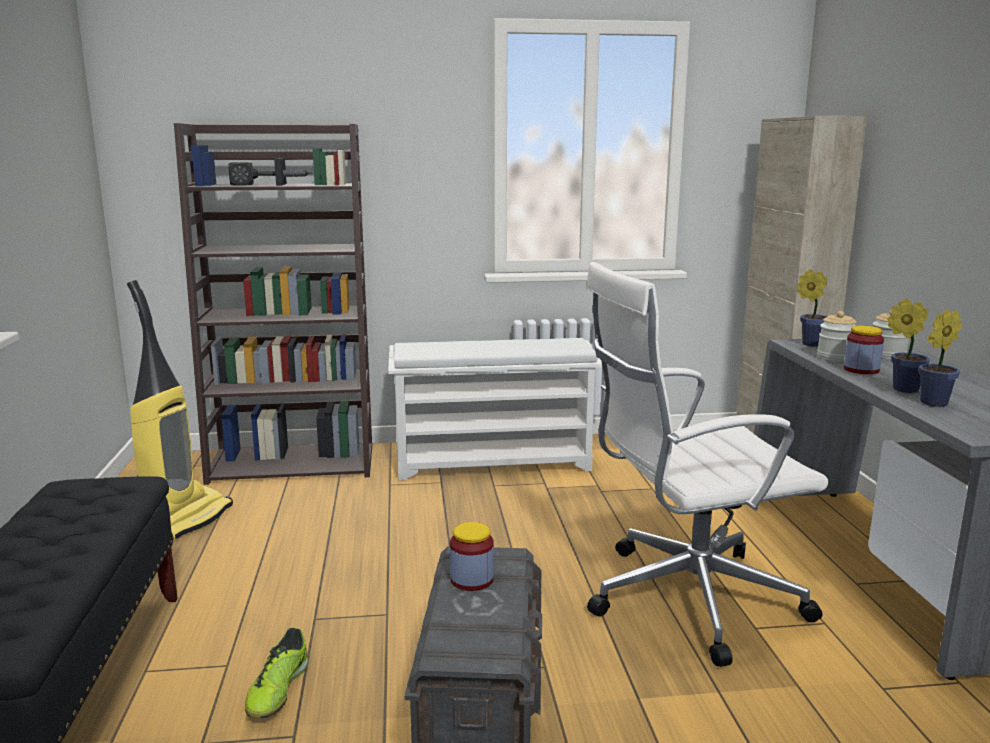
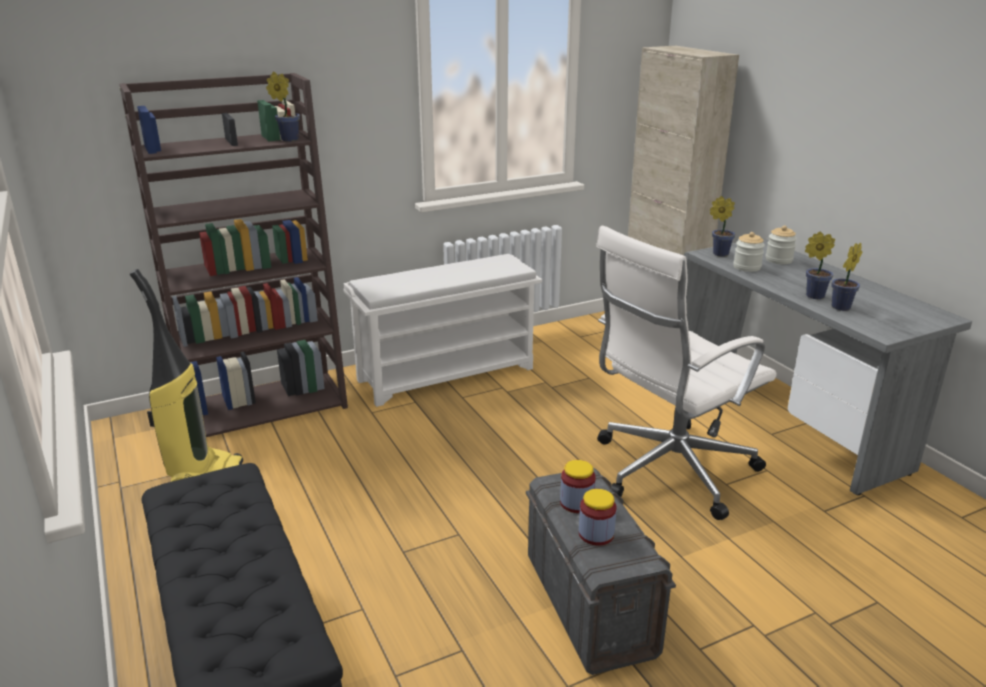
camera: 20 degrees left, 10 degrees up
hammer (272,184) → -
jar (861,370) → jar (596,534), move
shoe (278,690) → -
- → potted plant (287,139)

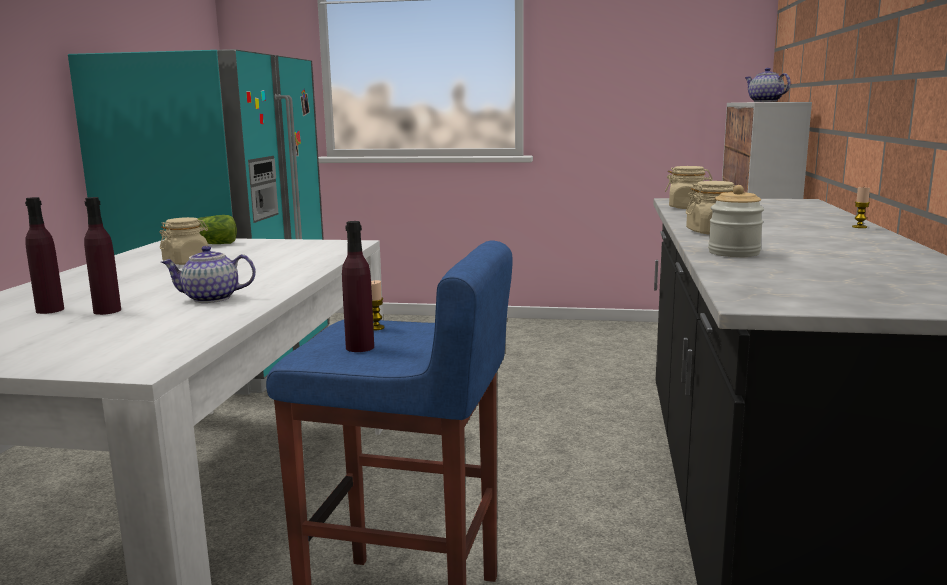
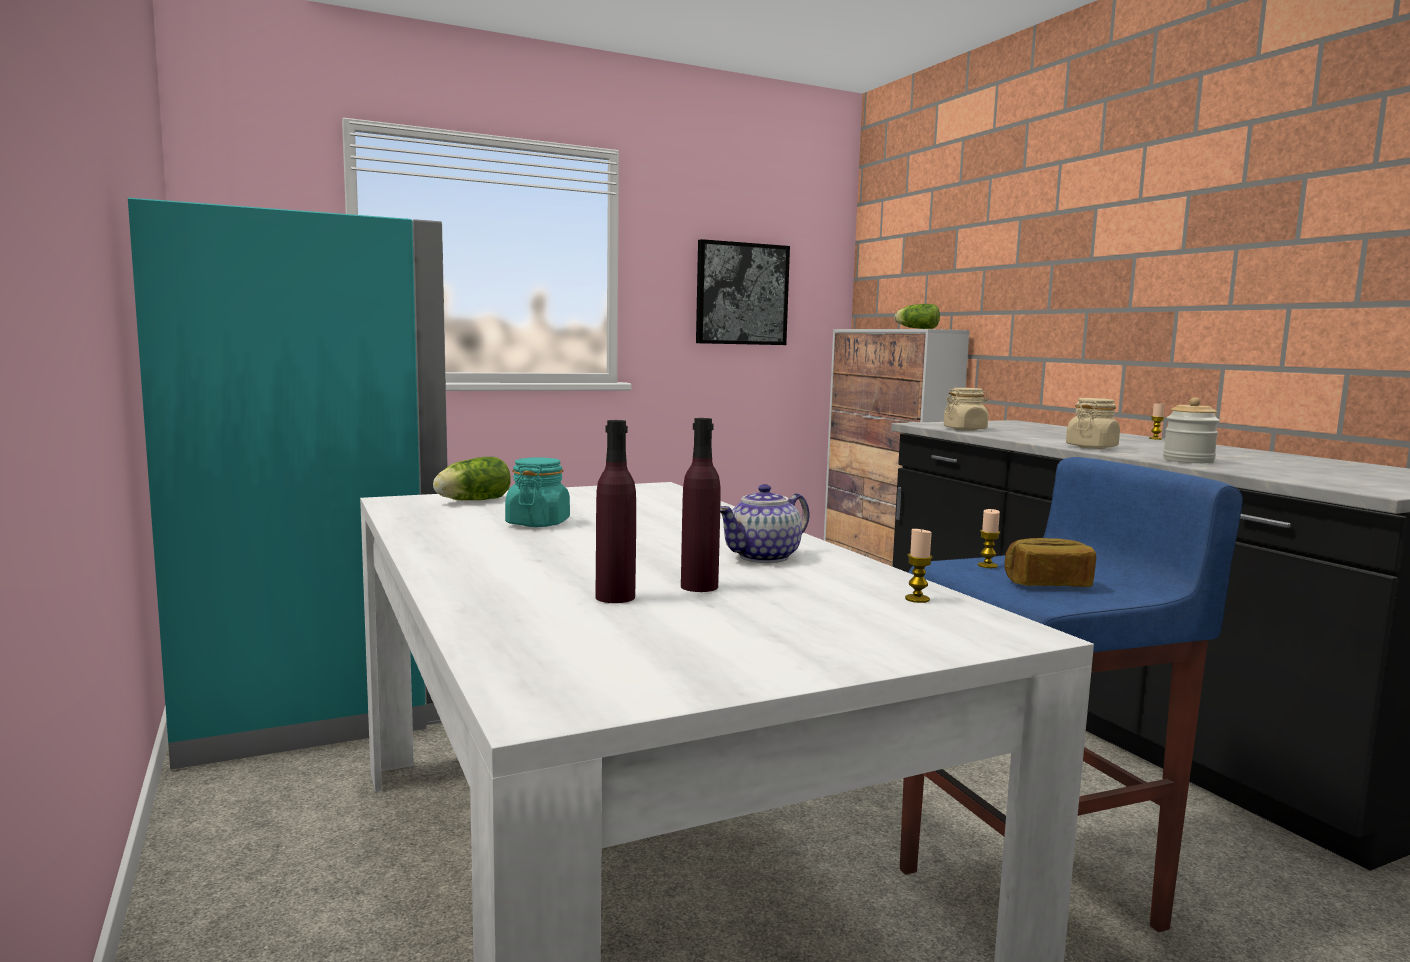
camera: 35 degrees left, 5 degrees down
teapot (764,102) → lettuce (916,328)
beige jar (186,262) → turquoise jar (538,523)
purple bottle (360,347) → bread (1047,584)
- → picture (741,294)
- → candle (917,599)

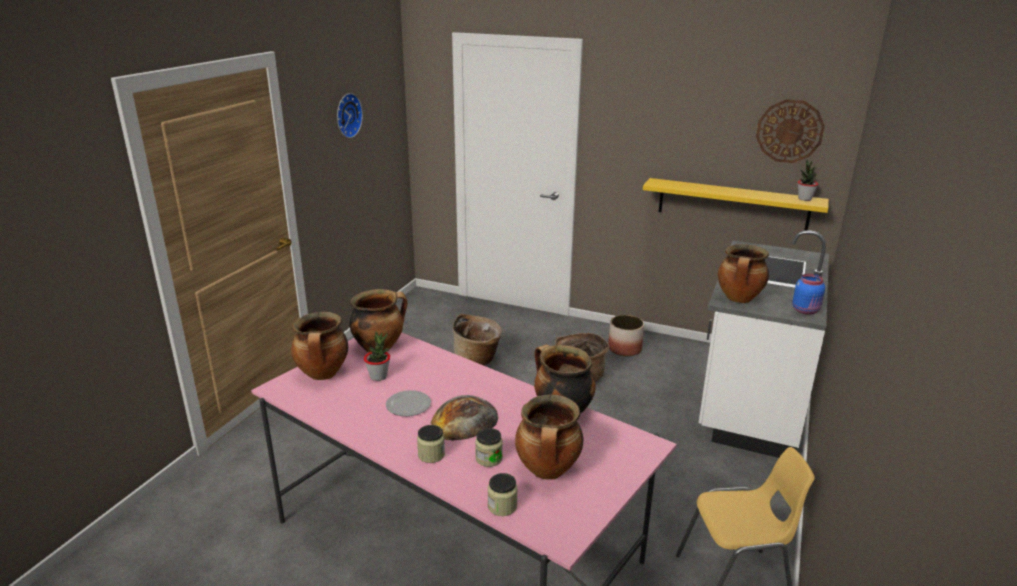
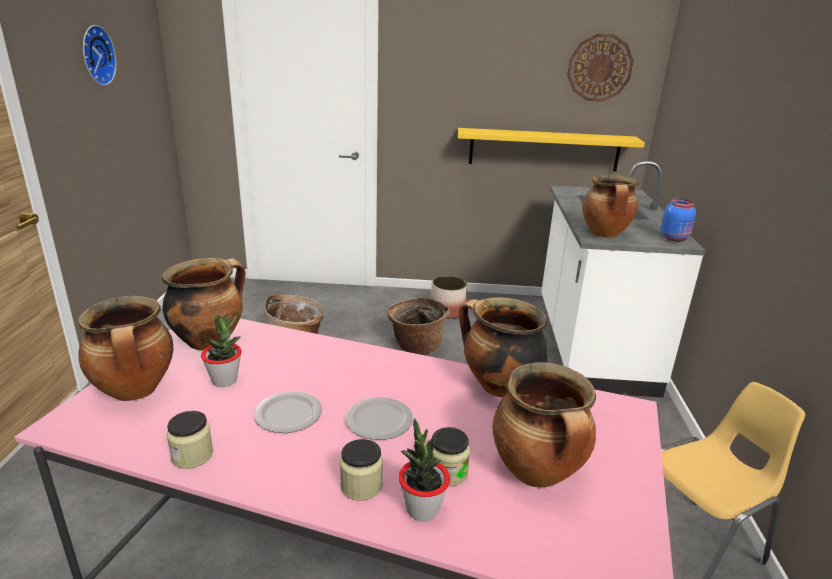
camera: 20 degrees left, 0 degrees up
potted plant (804,199) → potted plant (422,509), move
bread (465,419) → plate (380,421)
jar (502,506) → jar (192,455), move

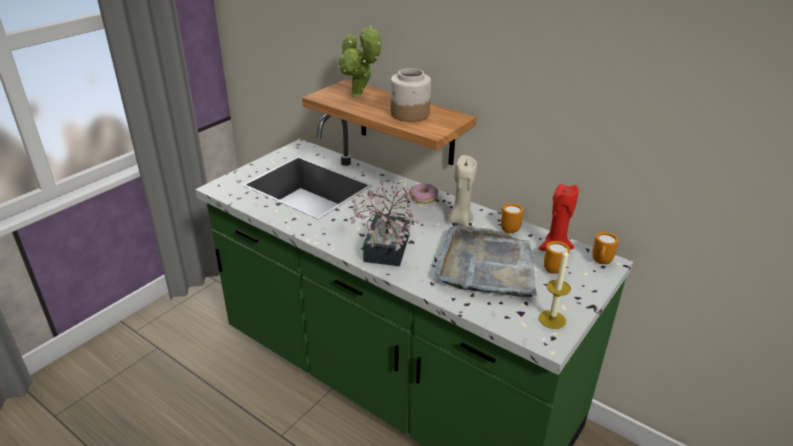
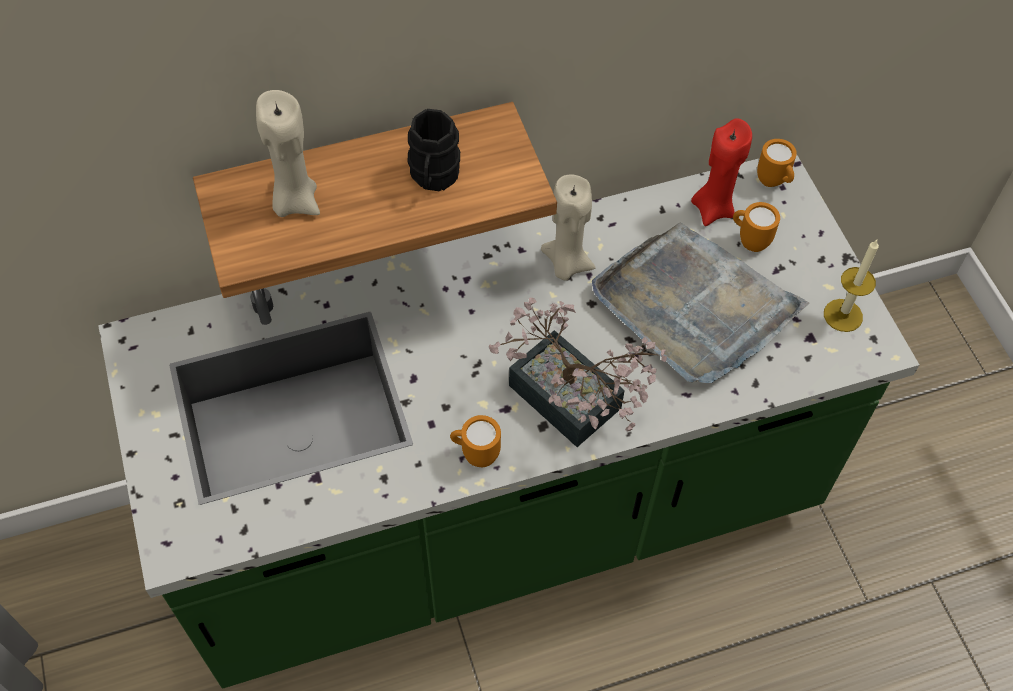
camera: 55 degrees left, 25 degrees up
potted plant (359,96) → beige candle (295,201)
jar (409,114) → black mug (433,177)
donut (424,197) → -
orange mug (508,229) → orange mug (475,454), move

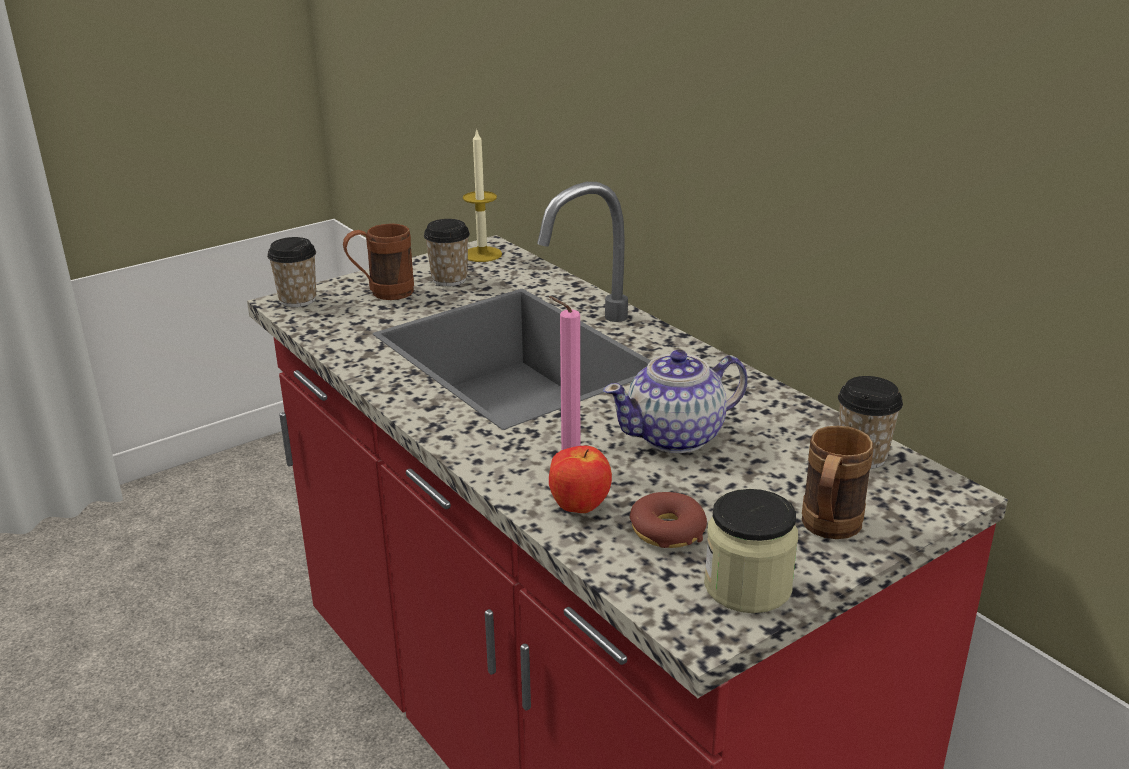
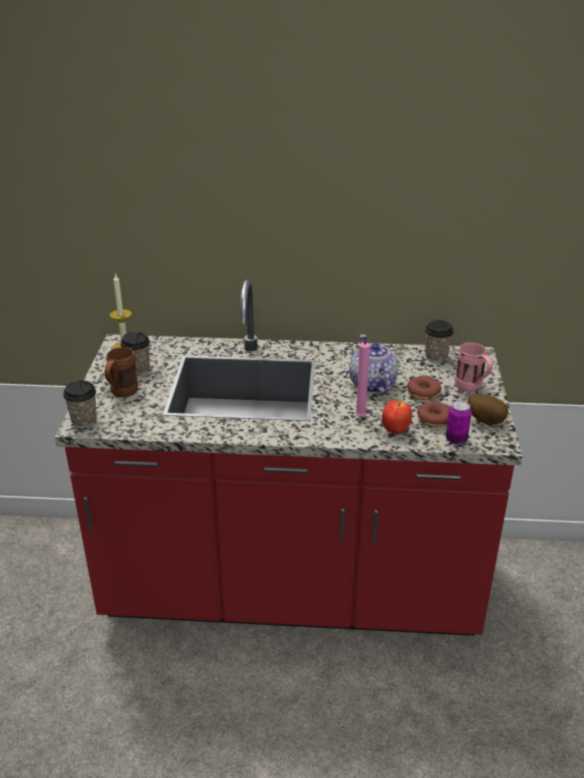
camera: 50 degrees left, 5 degrees up
teapot (676,436) → teapot (372,384), 150 degrees clockwise
brown mug (827,530) → pink mug (472,388)
jar (747,586) → potato (486,421)
- → donut (423,393)
- → can (456,439)

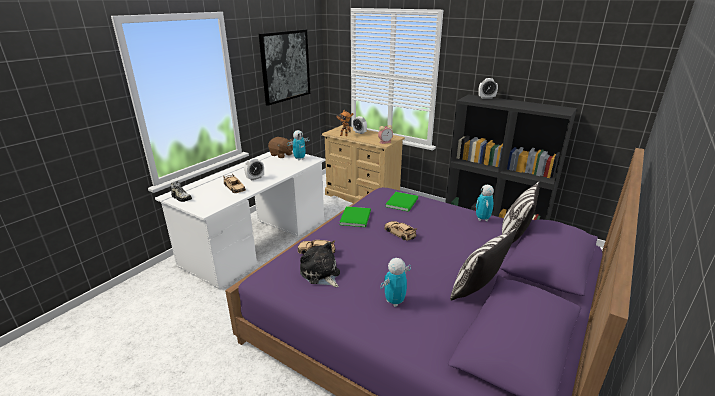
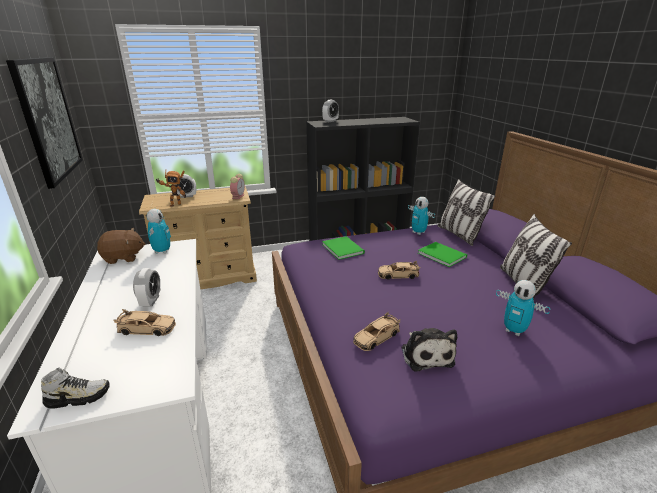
camera: 50 degrees left, 0 degrees up
green book (356,217) → green book (441,254), move
plush toy (321,274) → plush toy (426,354), 105 degrees counterclockwise
toy robot (394,301) → toy robot (514,330), 45 degrees counterclockwise

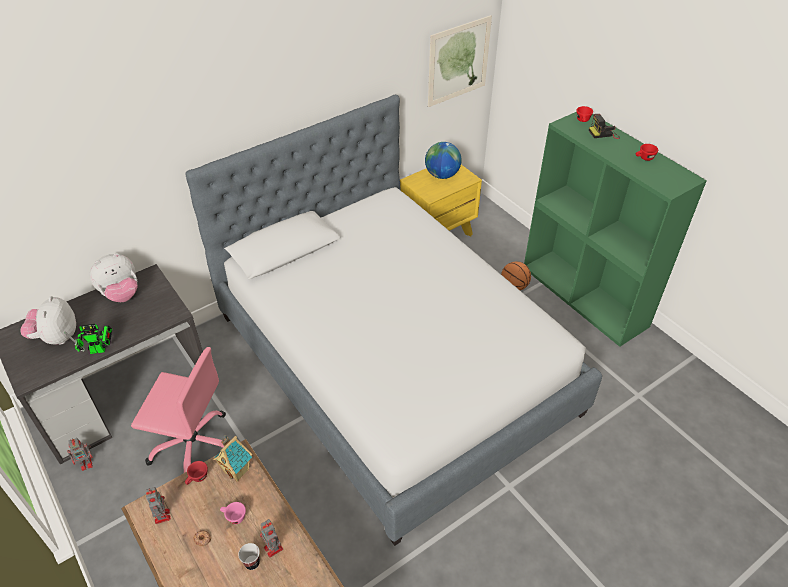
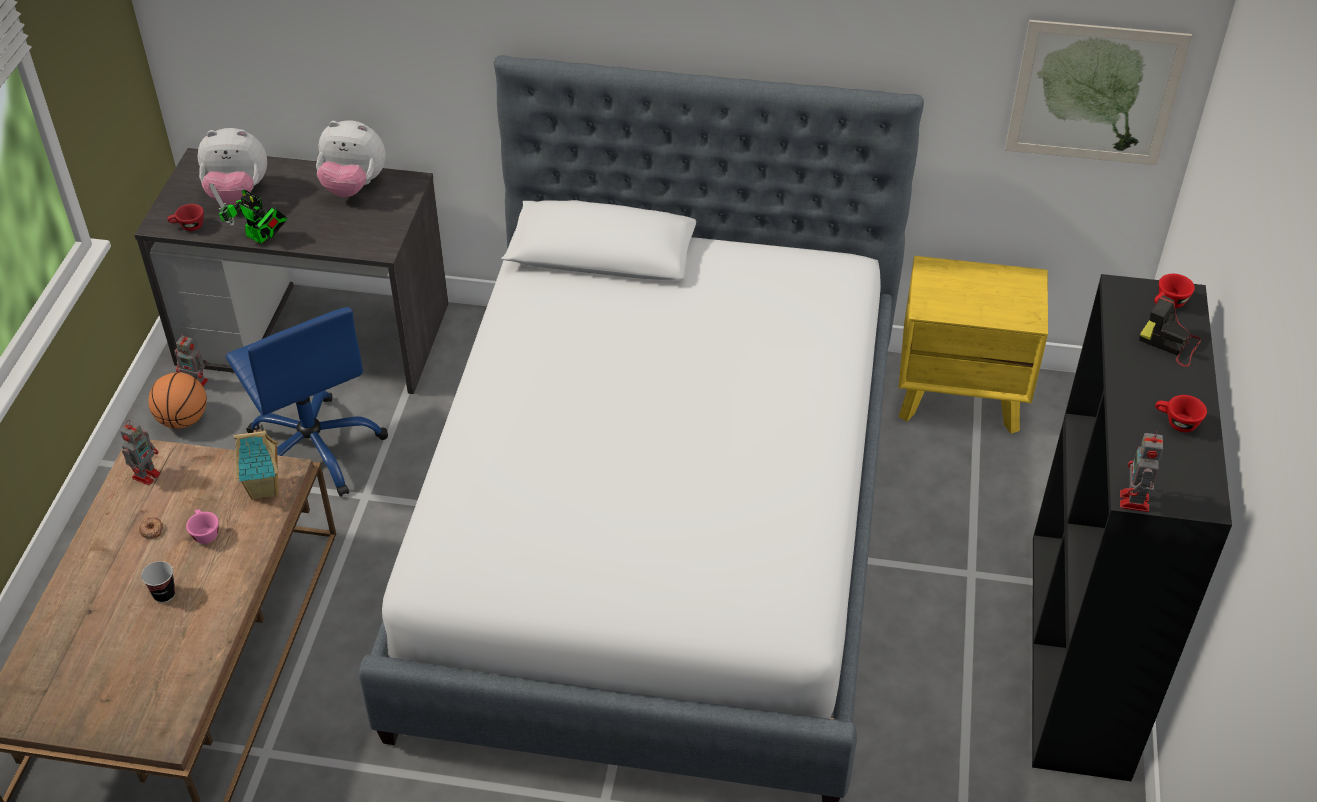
camera: 45 degrees right, 0 degrees up
green bookcase (585,296) → black bookcase (1081,654)
globe (442,175) → -
basketball (514,286) → basketball (183,420), move
plush toy (56,337) → plush toy (237,194), 135 degrees counterclockwise
pink office chair (194,446) → blue office chair (314,450)
red cup (197,478) → red cup (188,226), move
toy robot (274,549) → toy robot (1134,502), move

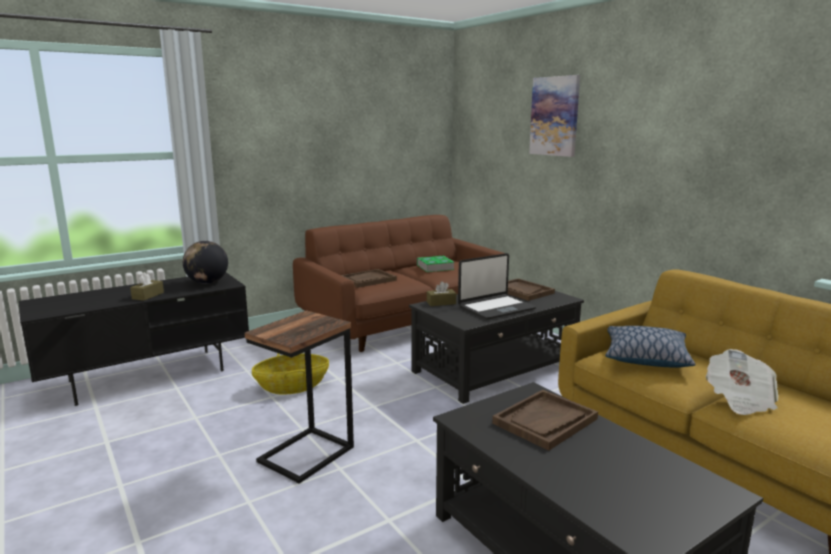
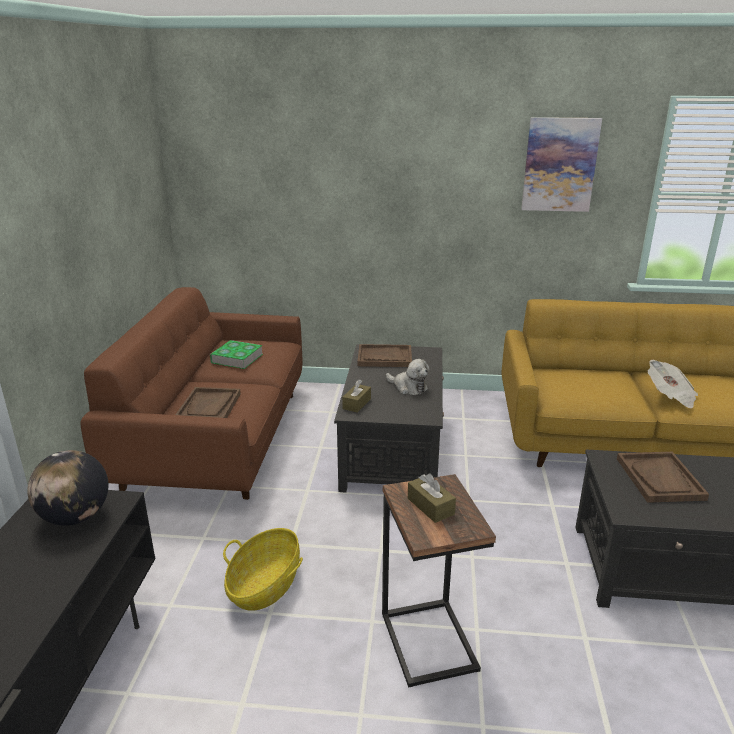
camera: 50 degrees left, 10 degrees up
picture (554,116) → picture (559,165), move
laptop (495,308) → plush toy (408,387)
brown tissue box (148,295) → brown tissue box (430,506), move
pillow (645,357) → -

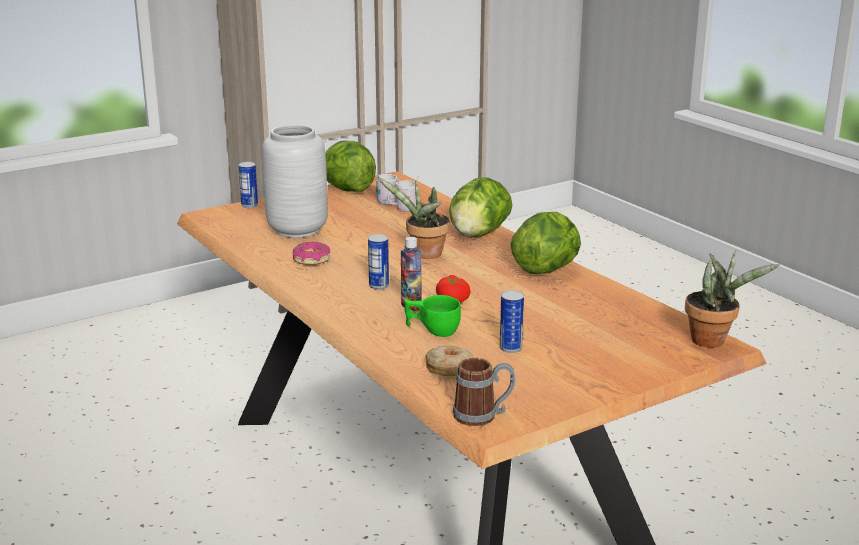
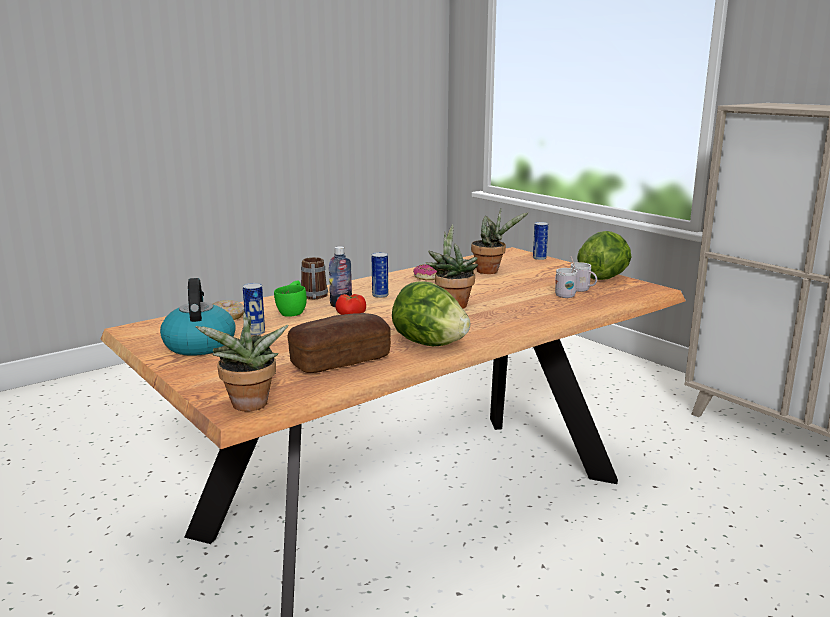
camera: 85 degrees right, 5 degrees down
grey vase (296,230) → potted plant (491,271)
lettuce (478,235) → -
mug (483,415) → mug (314,297), move
- → kettle (199,344)
- → bread (340,360)

